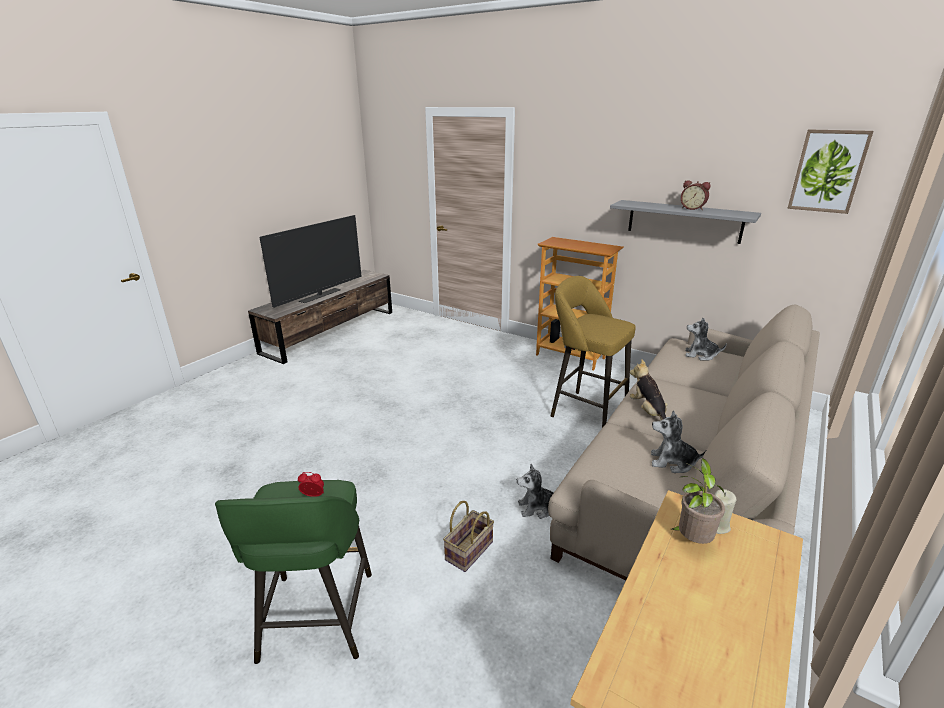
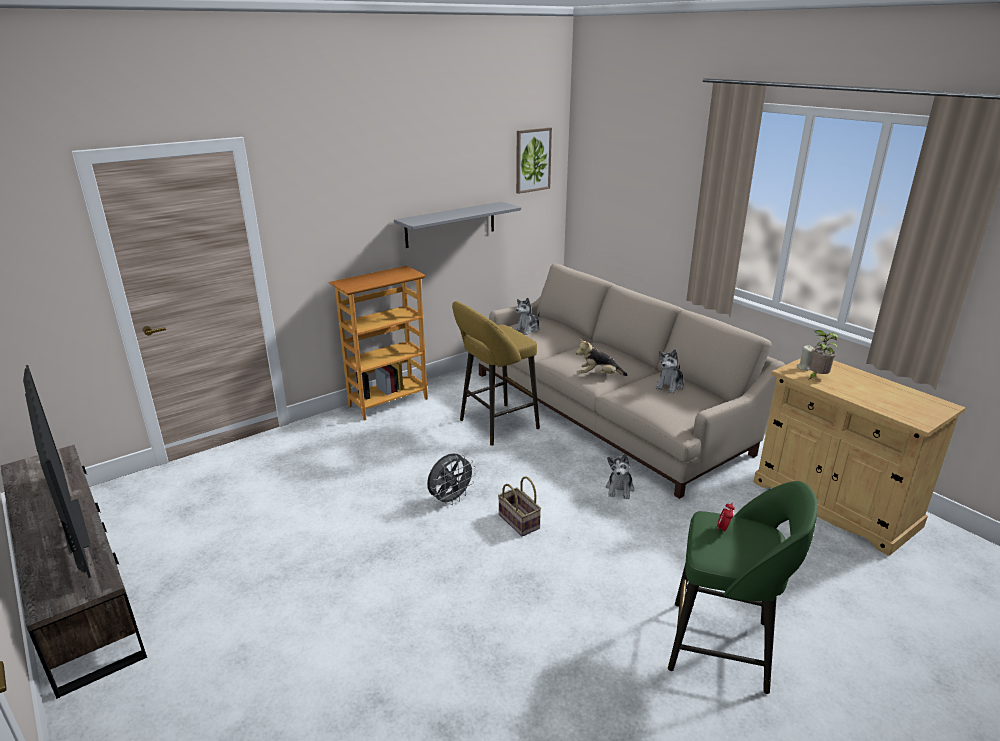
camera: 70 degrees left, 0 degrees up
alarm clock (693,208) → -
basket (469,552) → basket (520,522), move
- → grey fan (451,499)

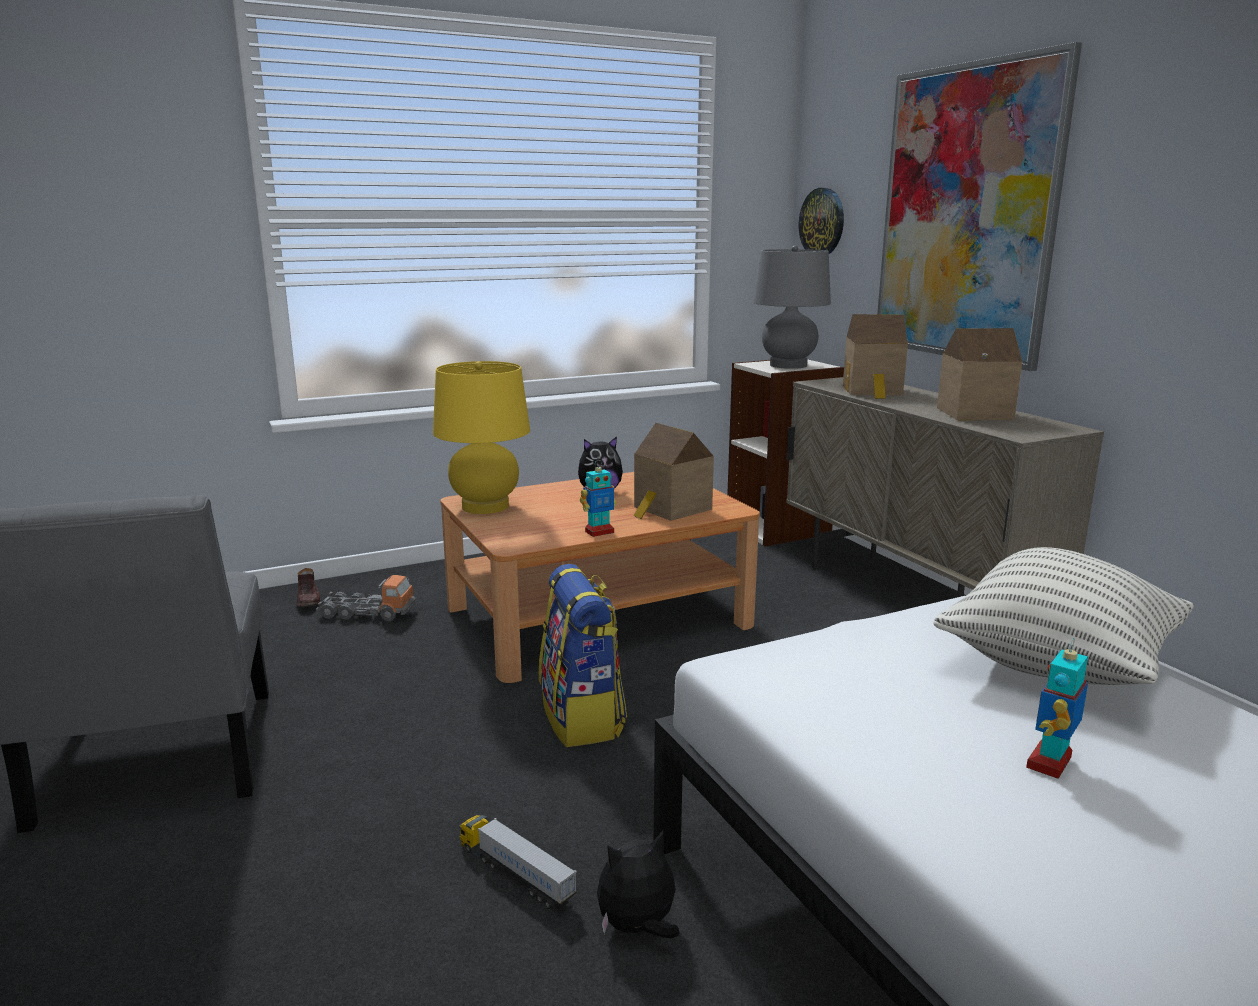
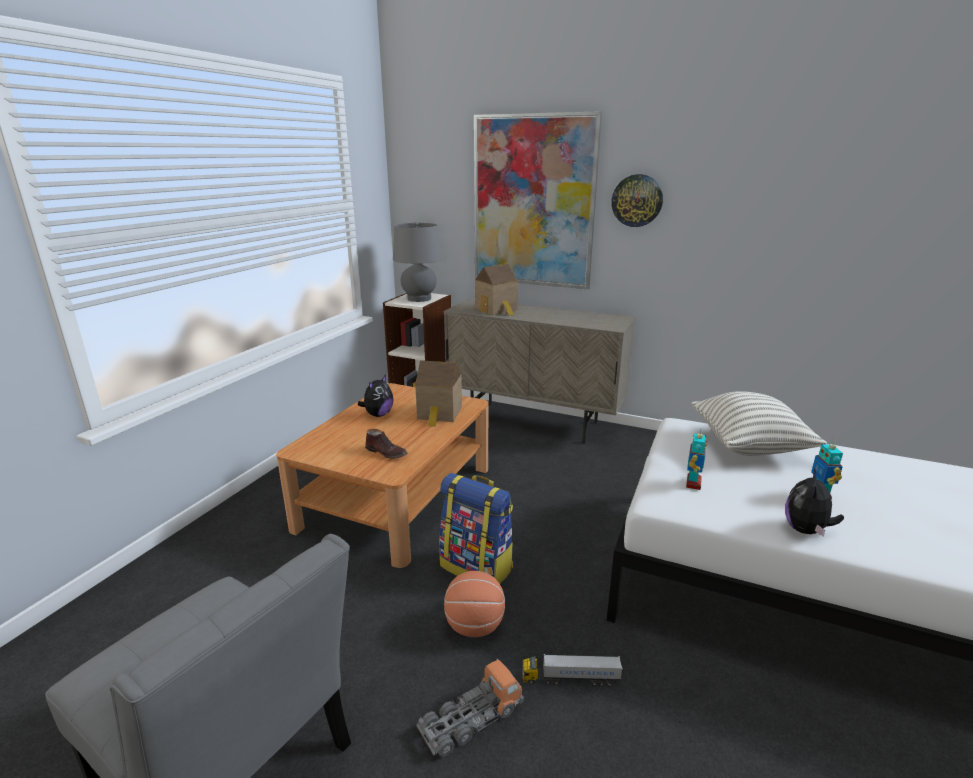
camera: 40 degrees left, 5 degrees up
wall clock (822,222) → wall clock (637,200), move
toy house (972,413) → -
yellow table lamp (485,506) → -
toy robot (599,532) → toy robot (692,483), move
brown shoe (308,600) → brown shoe (387,452), move
toy truck (367,613) → toy truck (471,719), move
plush toy (638,928) → plush toy (806,530), move
- → basketball (474,626)

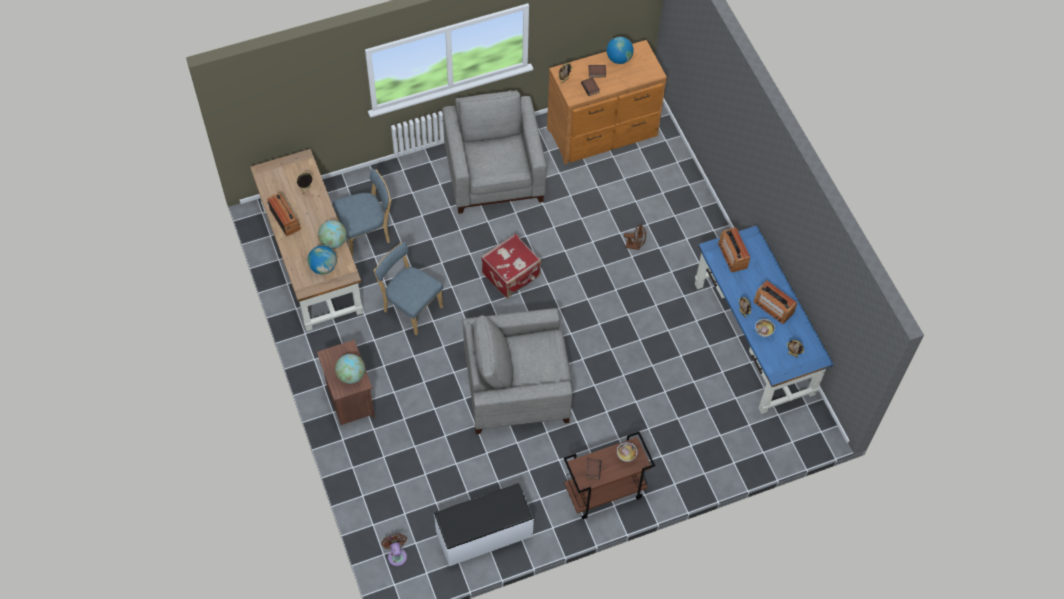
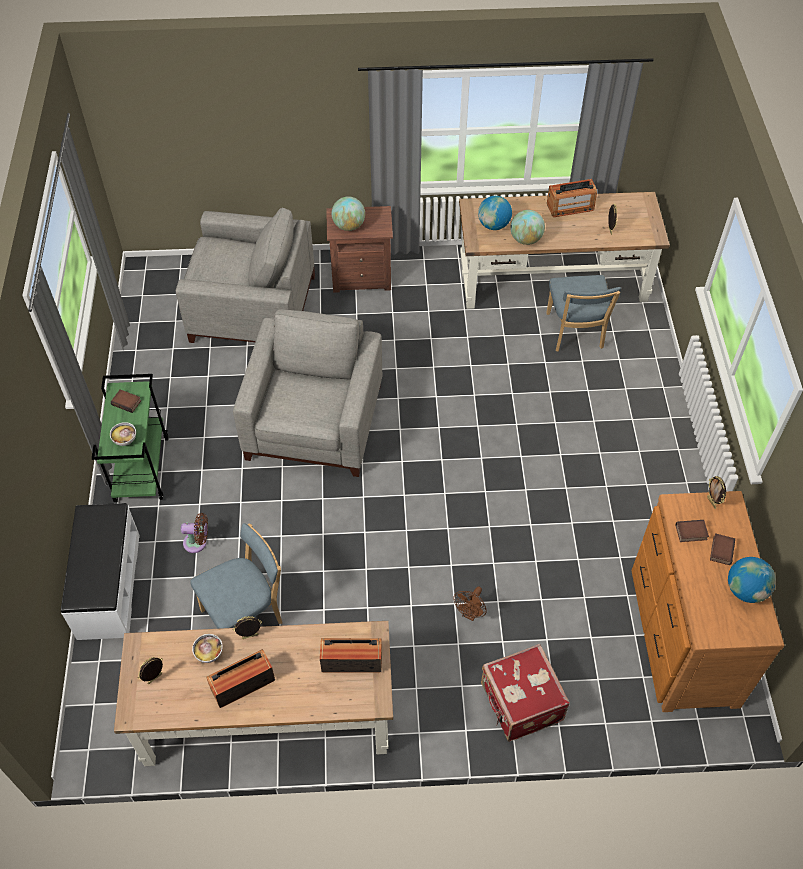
camera: 110 degrees right, 5 degrees down
grey armchair (494,174) → grey armchair (251,308), move
blue desk (754,338) → brown desk (265,717)
red suitcase (512,275) → red suitcase (520,703), move
blue chair (411,308) → blue chair (245,615), move
brown cart (604,493) → green cart (141,468)
white bench (484,534) → white bench (108,586), move
brown fan (396,555) → brown fan (197,543), move

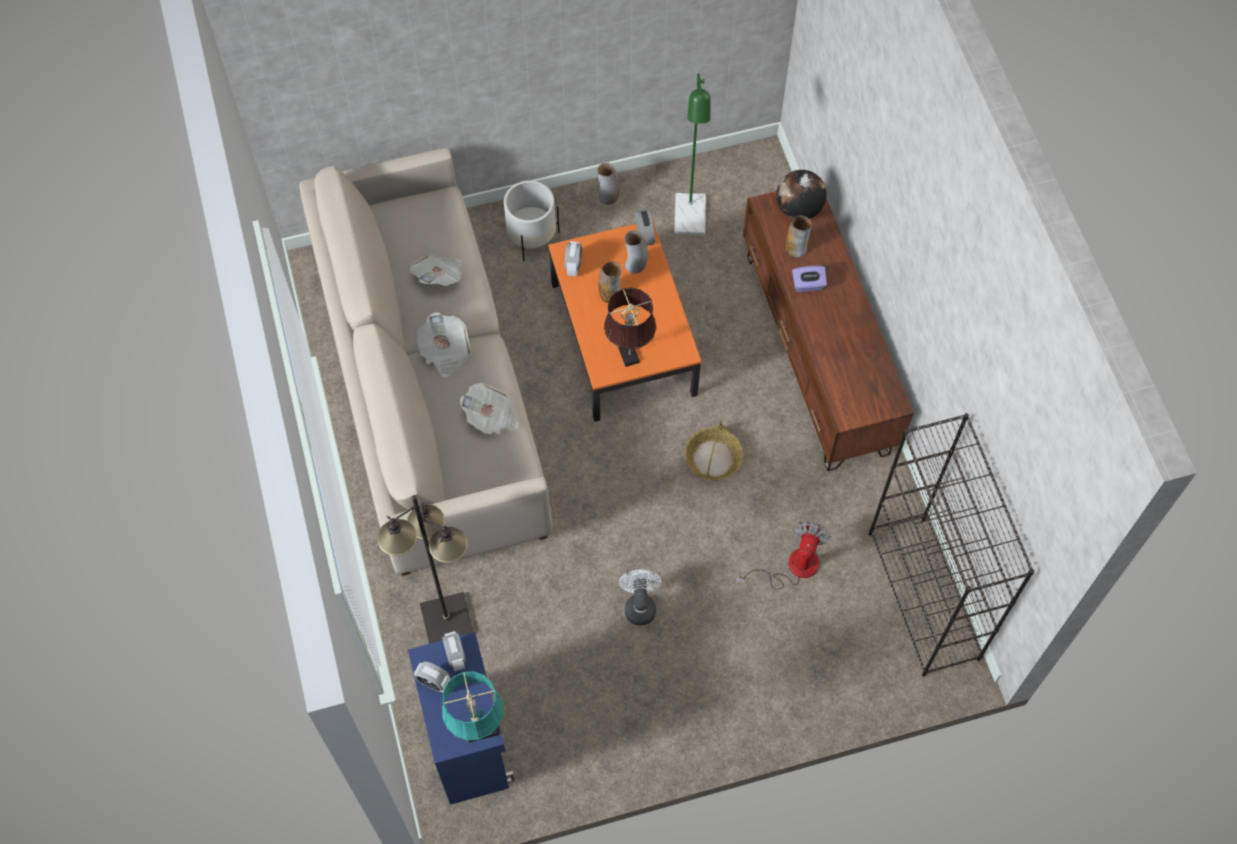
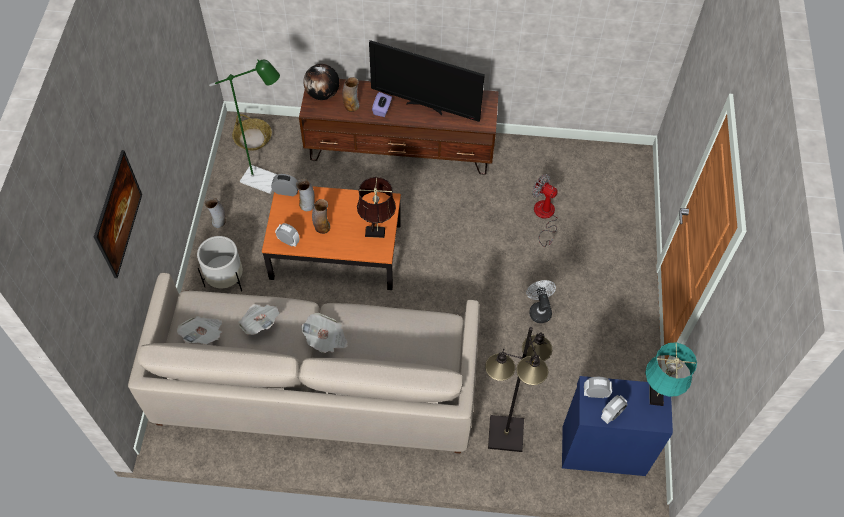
camera: 70 degrees left, 5 degrees down
newspaper (492,417) → newspaper (204,335), move
black bookcase (924,596) → -
basket (713,459) → basket (253,138), move
white fan (639,605) → white fan (539,310), 60 degrees clockwise
- → television (425,106)
- → picture (122,224)

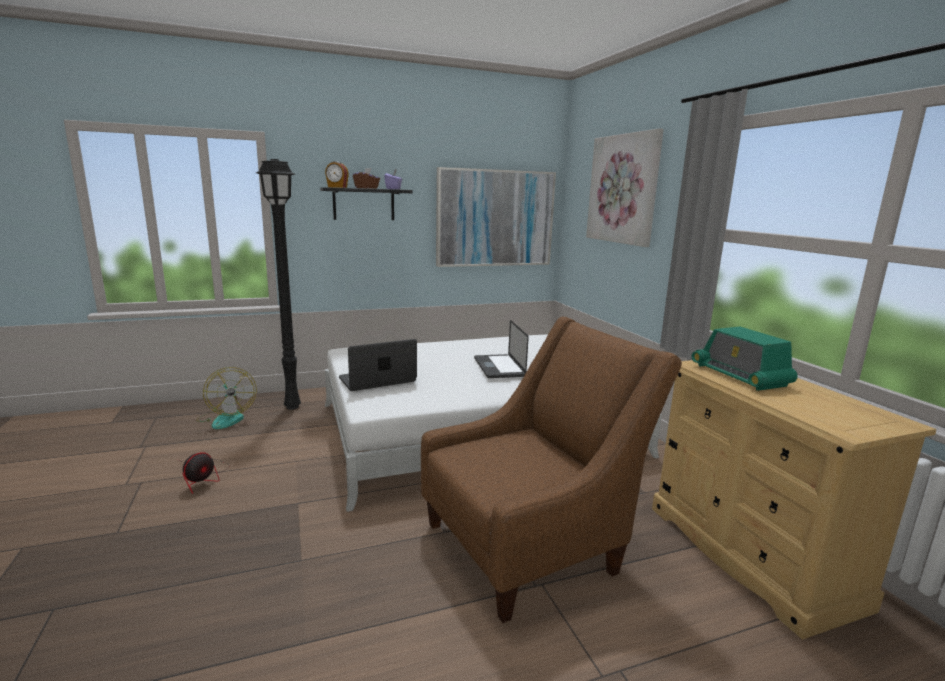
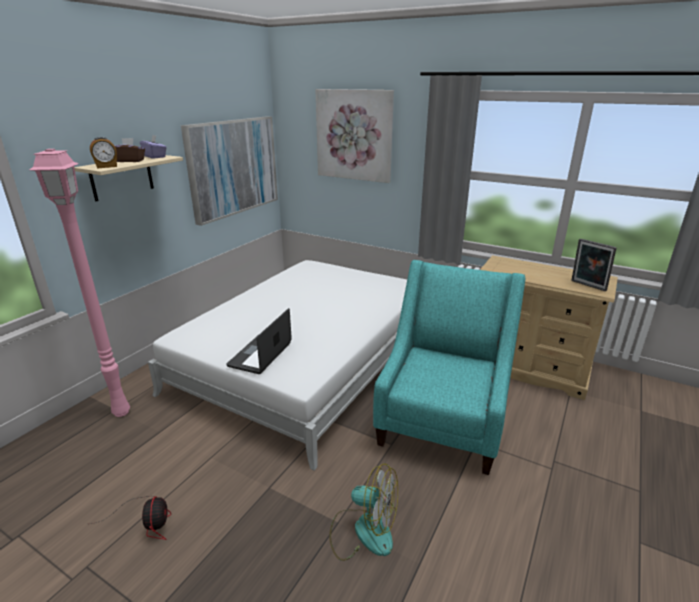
camera: 40 degrees left, 10 degrees up
black floor lamp (291,407) → pink floor lamp (120,413)
black shelf (363,204) → beige shelf (122,177)
brown armchair (531,543) → turquoise armchair (442,421)
laptop (499,367) → -
radio (740,375) → -
fan (227,418) → fan (363,531), move
- → picture frame (587,286)

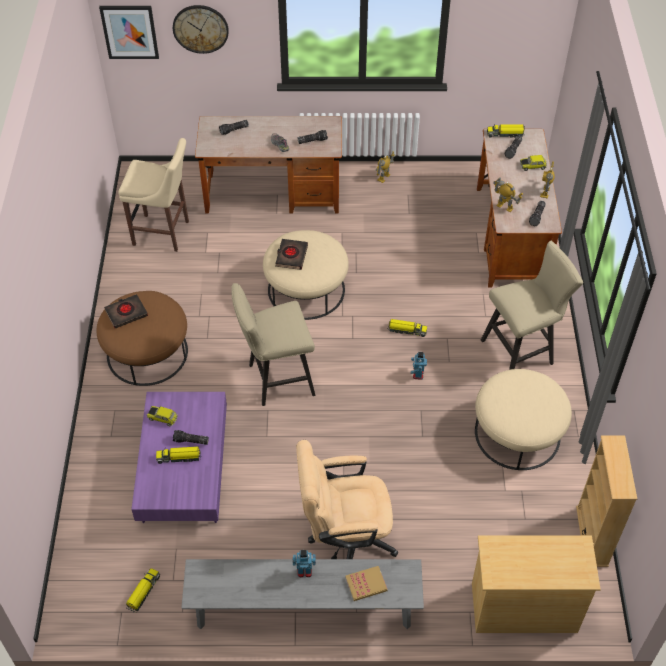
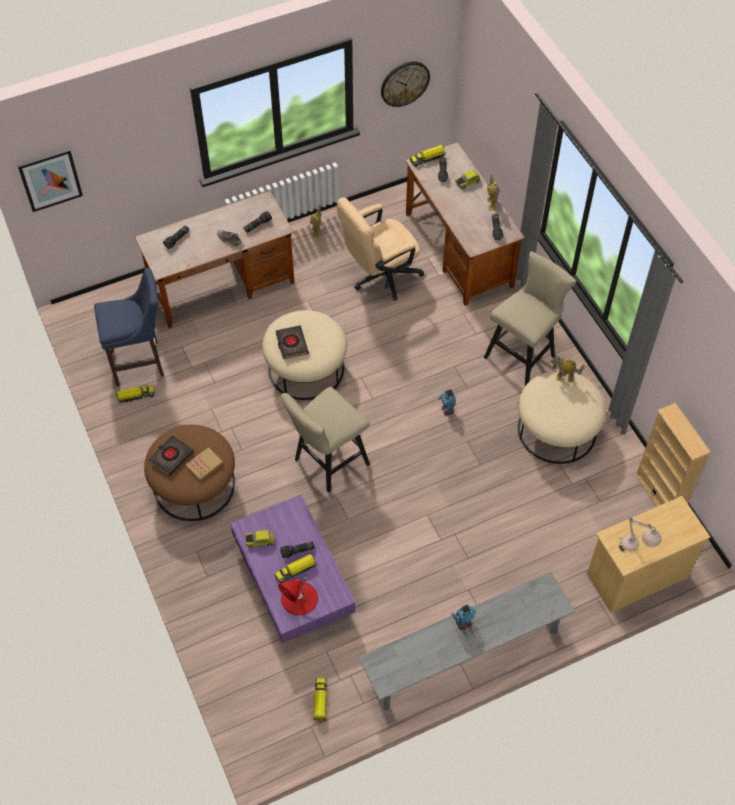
camera: 25 degrees left, 5 degrees up
wall clock (200,28) → wall clock (404,83), move
beige stool (164,233) → blue stool (140,363)
toy robot (504,207) → toy robot (564,378), move
toy truck (407,330) → toy truck (135,396), move
beige office chair (345,537) → beige office chair (380,277), move
book (366,584) → book (204,465), move
- → beige table lamp (635,550)
- → red table lamp (299,598)

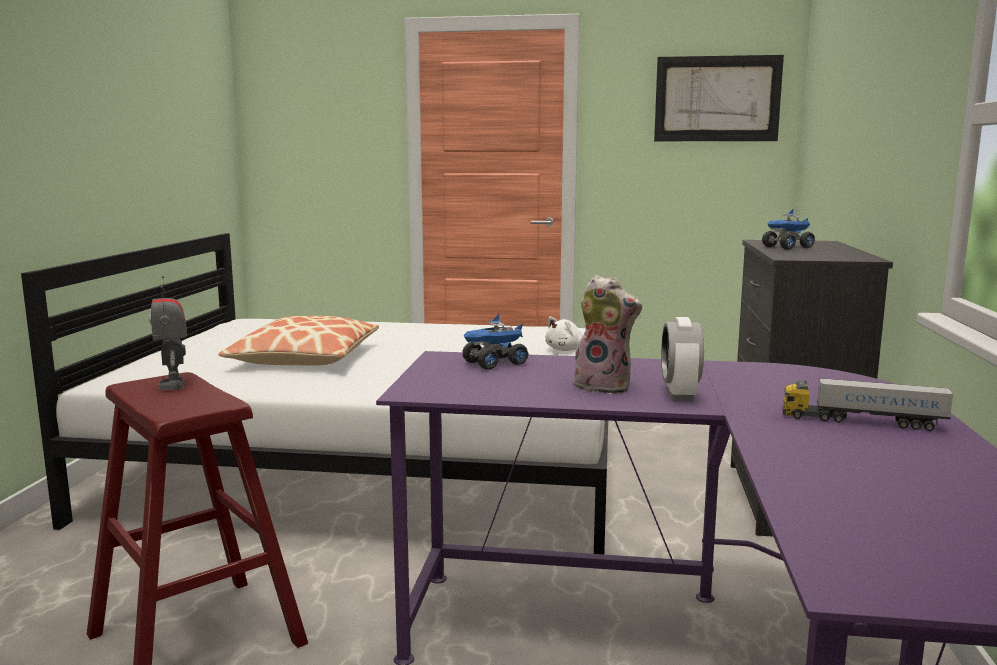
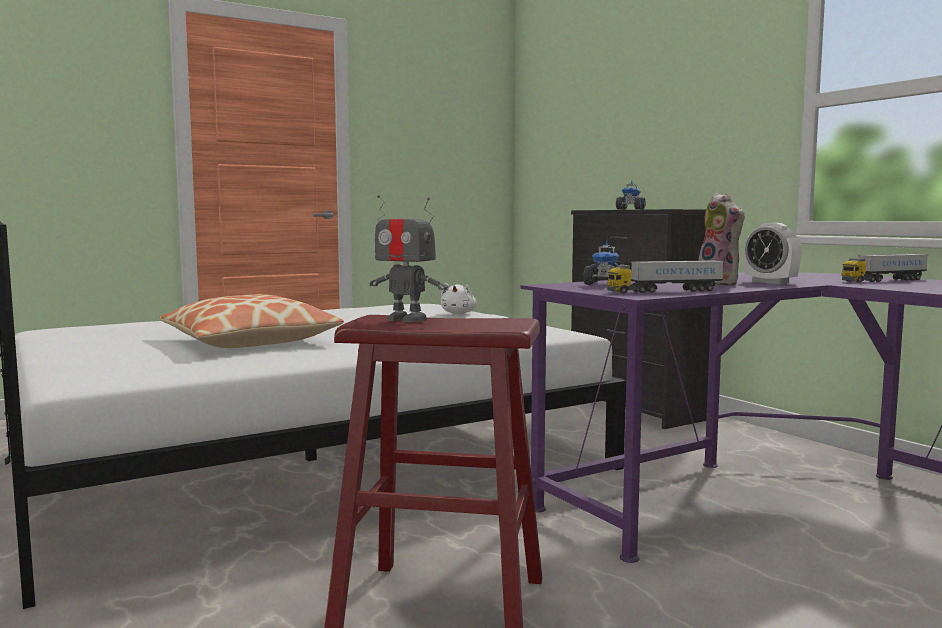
camera: 40 degrees left, 5 degrees down
picture (717,99) → -
plush toy (605,386) → plush toy (720,284), 75 degrees clockwise
- → toy truck (664,291)

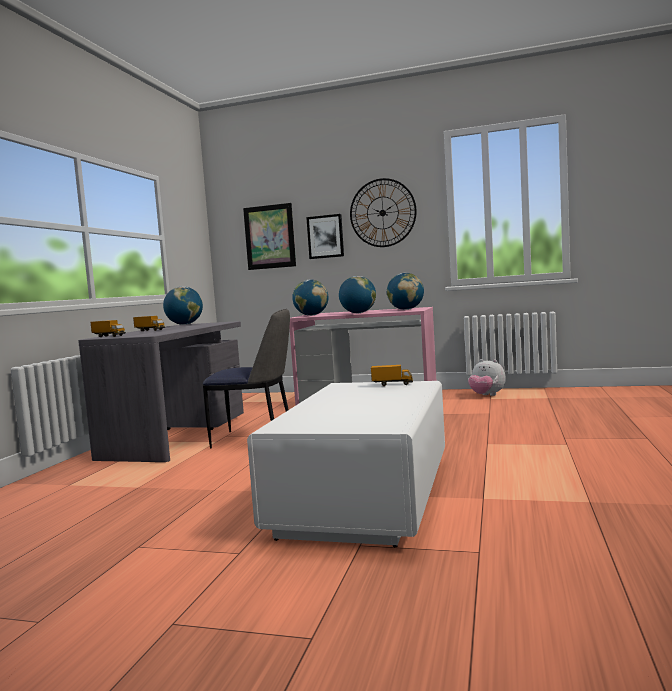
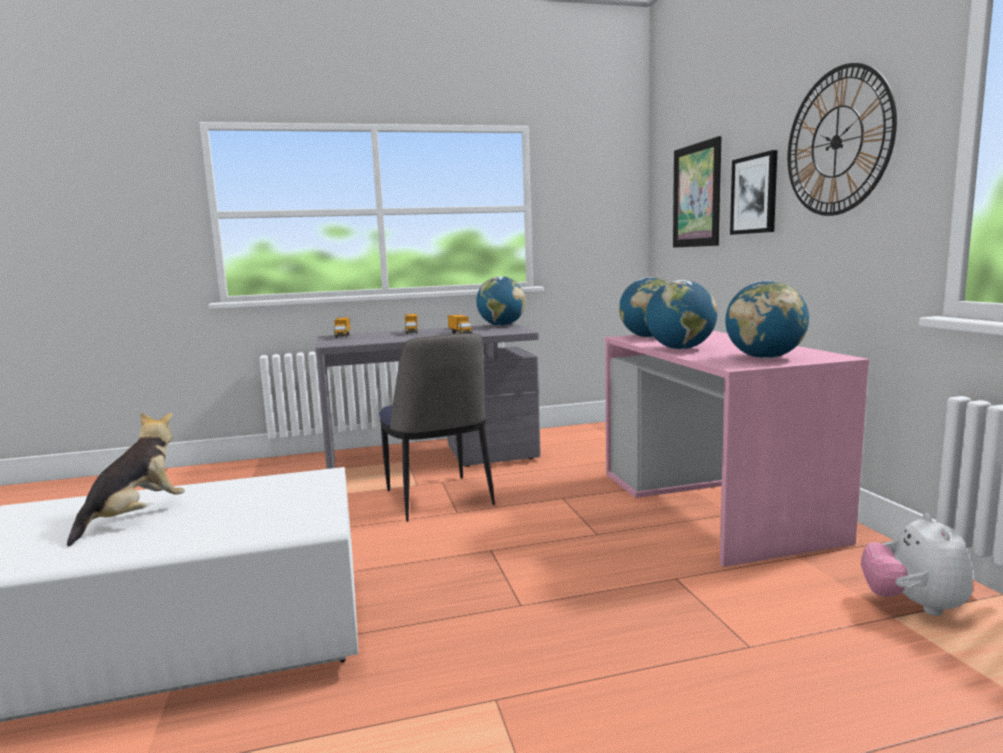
camera: 60 degrees right, 5 degrees up
toy truck (392,384) → toy truck (460,334), move
- → plush toy (135,517)

